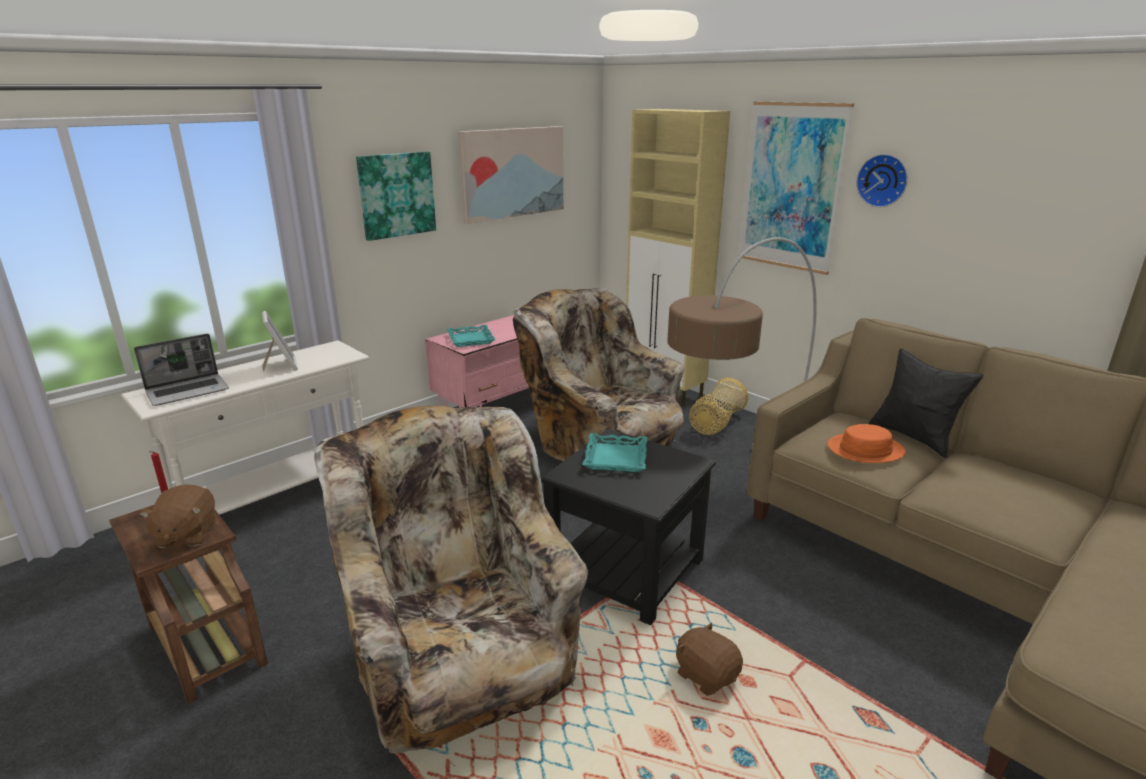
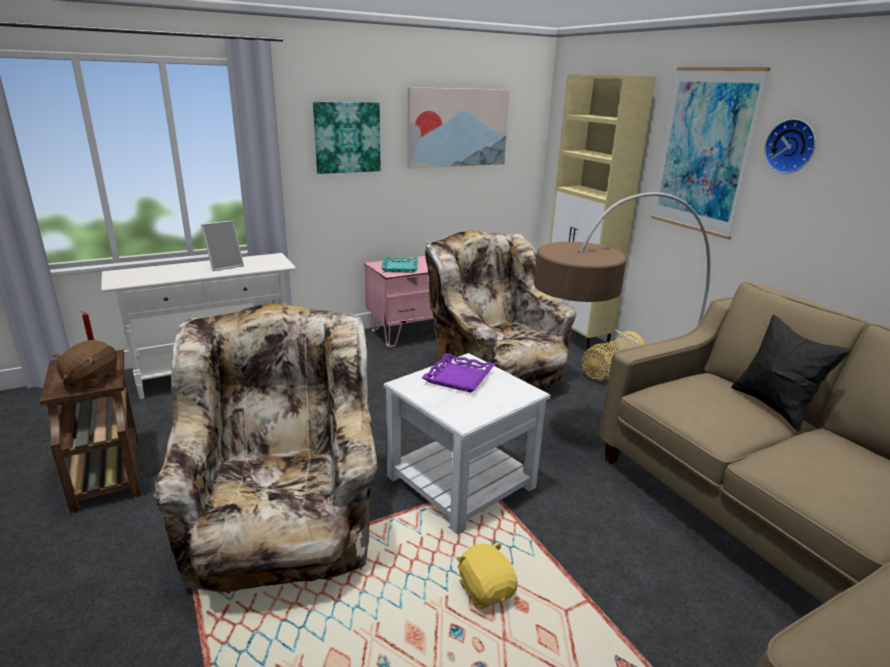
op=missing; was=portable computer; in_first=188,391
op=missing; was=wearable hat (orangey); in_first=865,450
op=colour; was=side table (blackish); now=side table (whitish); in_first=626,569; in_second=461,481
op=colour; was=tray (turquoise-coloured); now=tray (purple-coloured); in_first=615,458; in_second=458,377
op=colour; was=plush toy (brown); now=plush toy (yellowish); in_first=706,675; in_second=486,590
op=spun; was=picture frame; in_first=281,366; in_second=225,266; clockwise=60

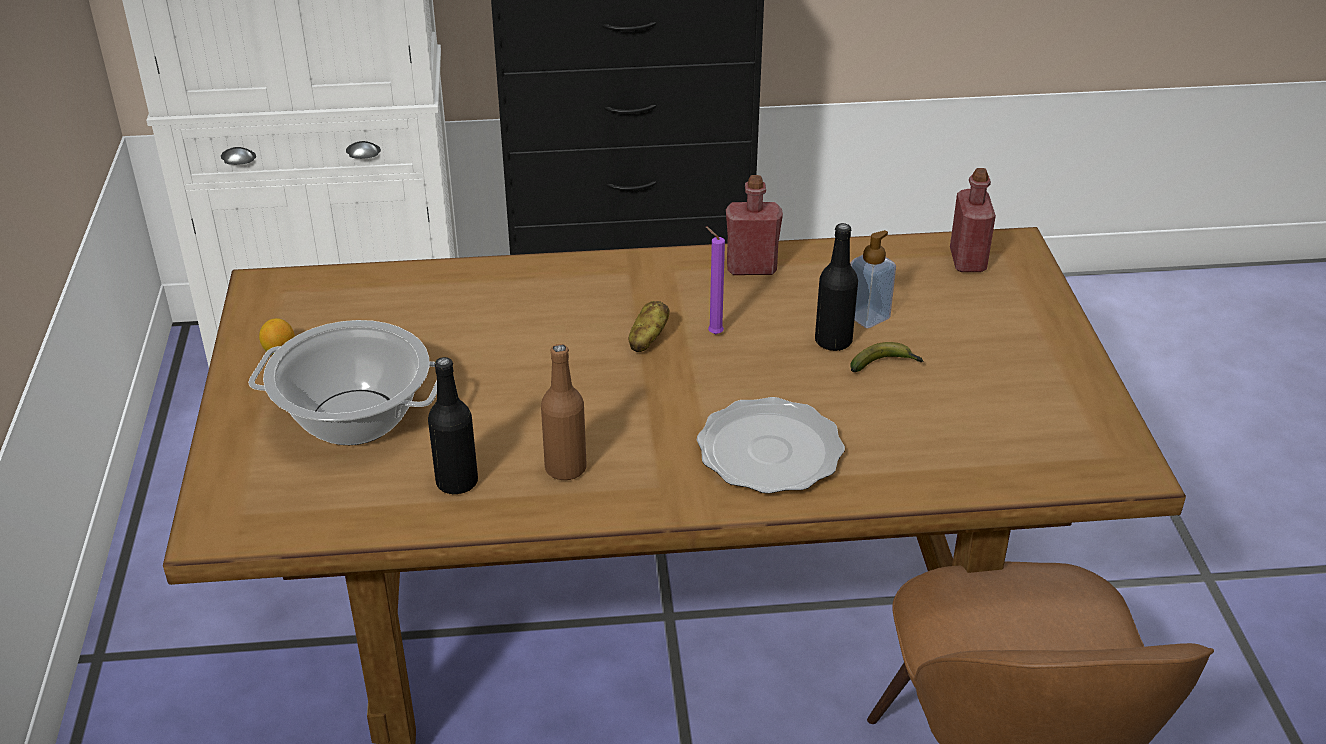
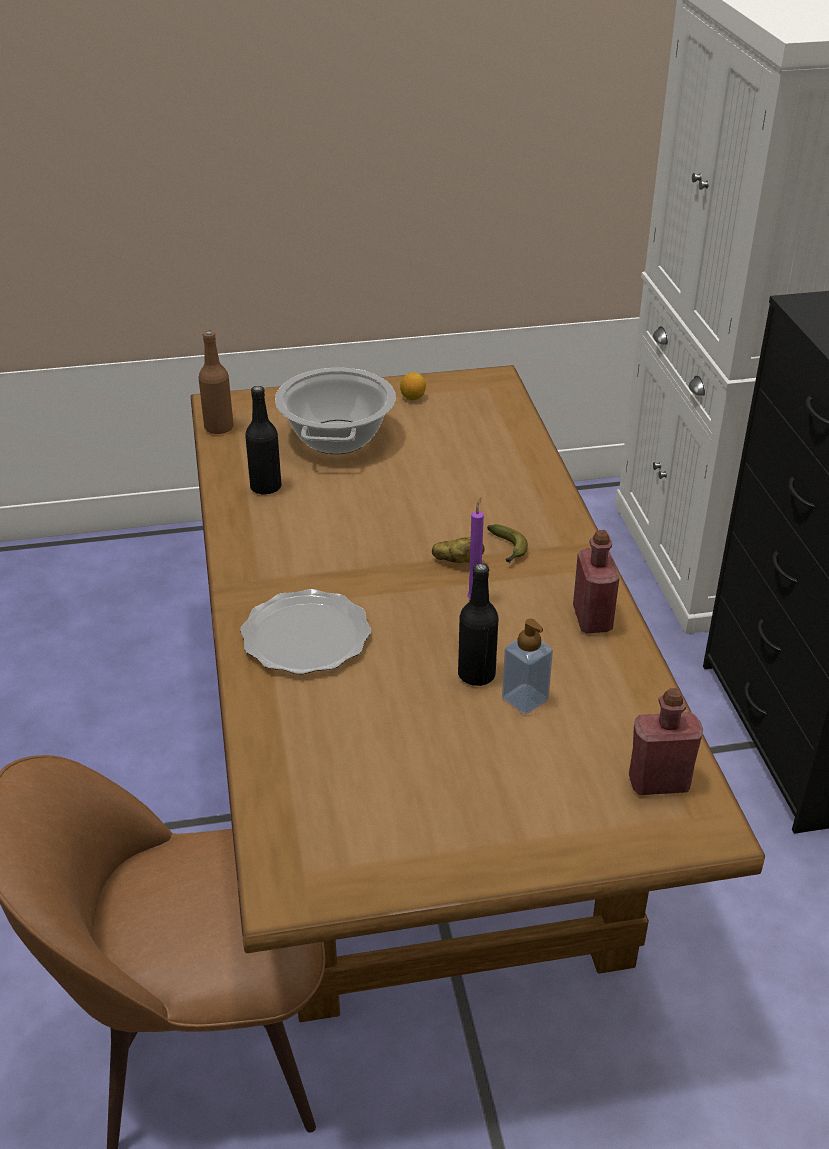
op=relocated; was=bottle (brown); in_first=565,468; in_second=219,428
op=relocated; was=whole banana; in_first=885,365; in_second=508,550

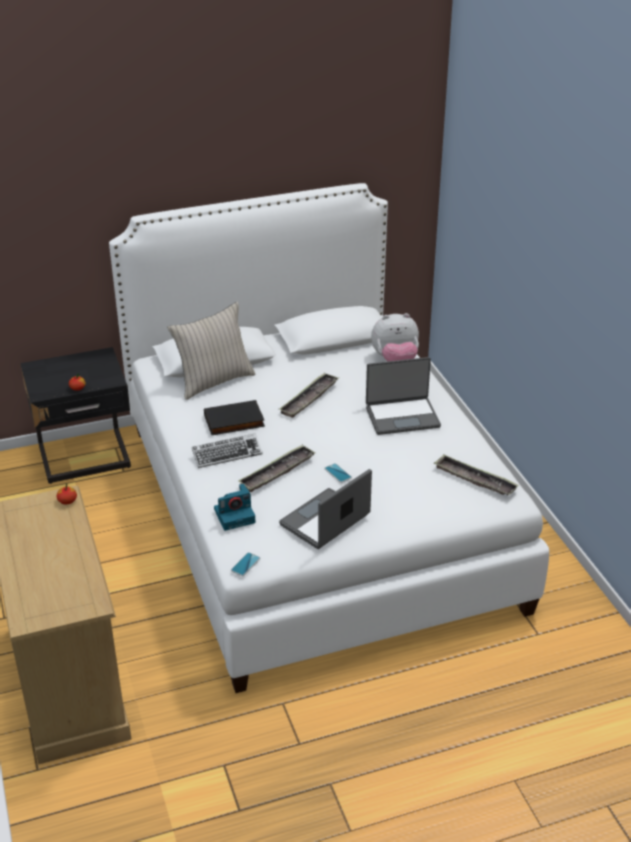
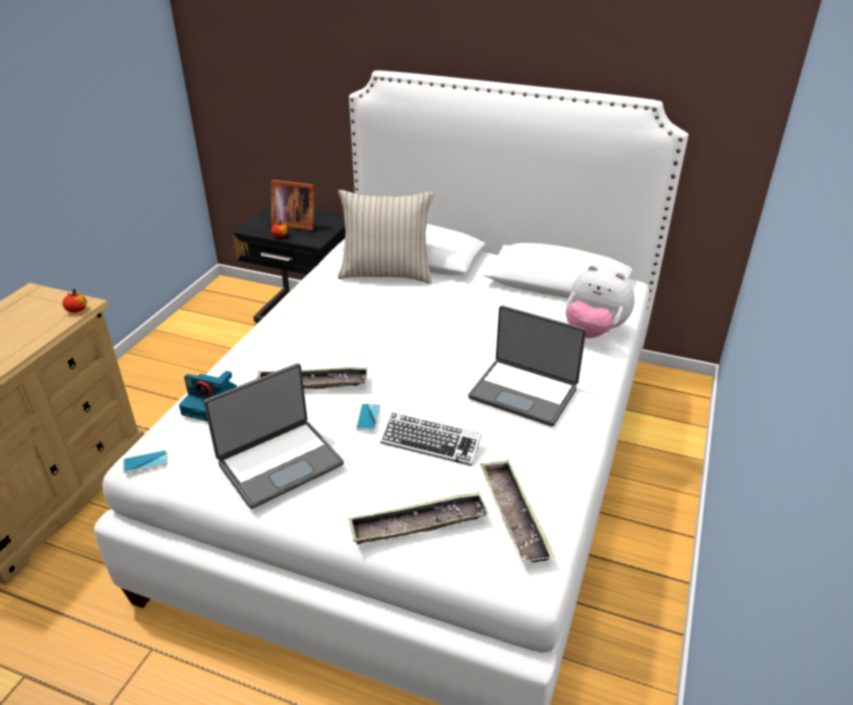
op=missing; was=book (blackish); in_first=234,422
op=appeared; now=picture frame; in_second=294,223
op=relocated; was=computer keyboard; in_first=227,454; in_second=431,443
op=relocated; was=tray; in_first=309,398; in_second=418,524
op=spun; was=portable computer; in_first=326,521; in_second=279,463; clockwise=150

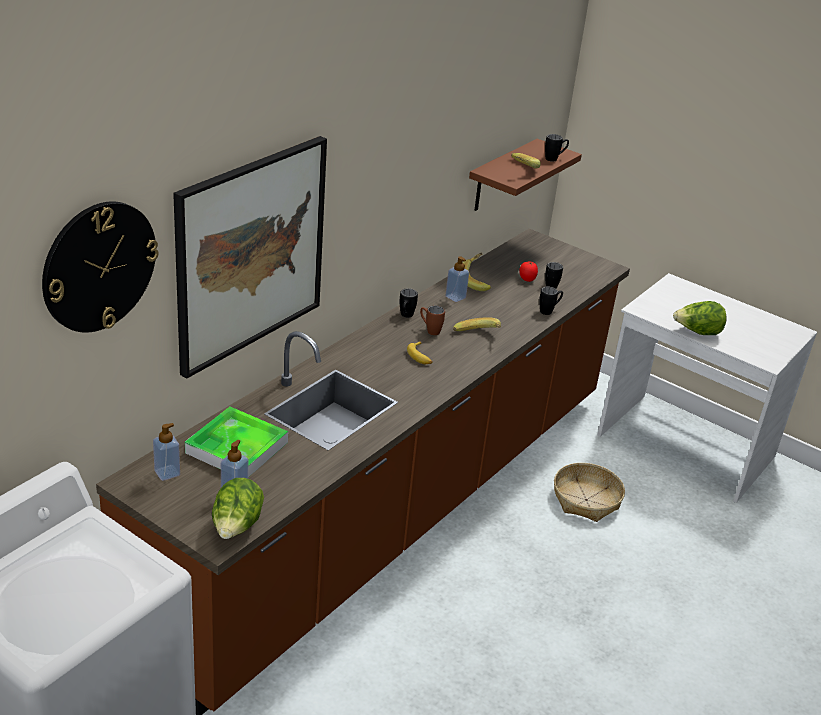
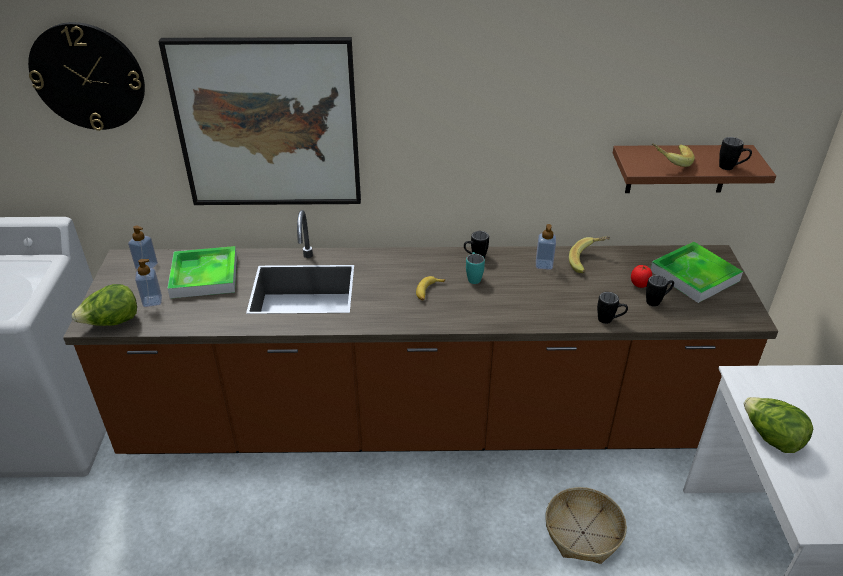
op=missing; was=whole banana; in_first=478,336
op=appeared; now=tray; in_second=694,276
op=colour; was=coffee mug (brown); now=coffee mug (turquoise-coloured); in_first=430,330; in_second=473,277

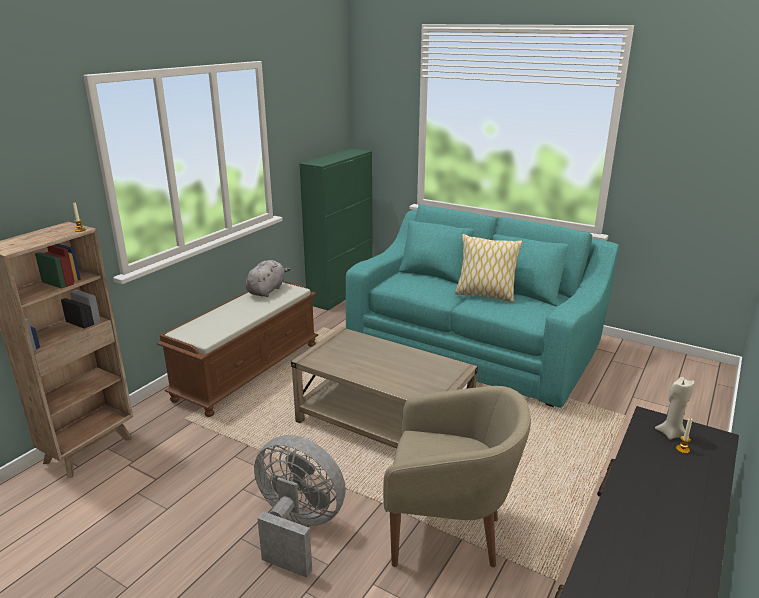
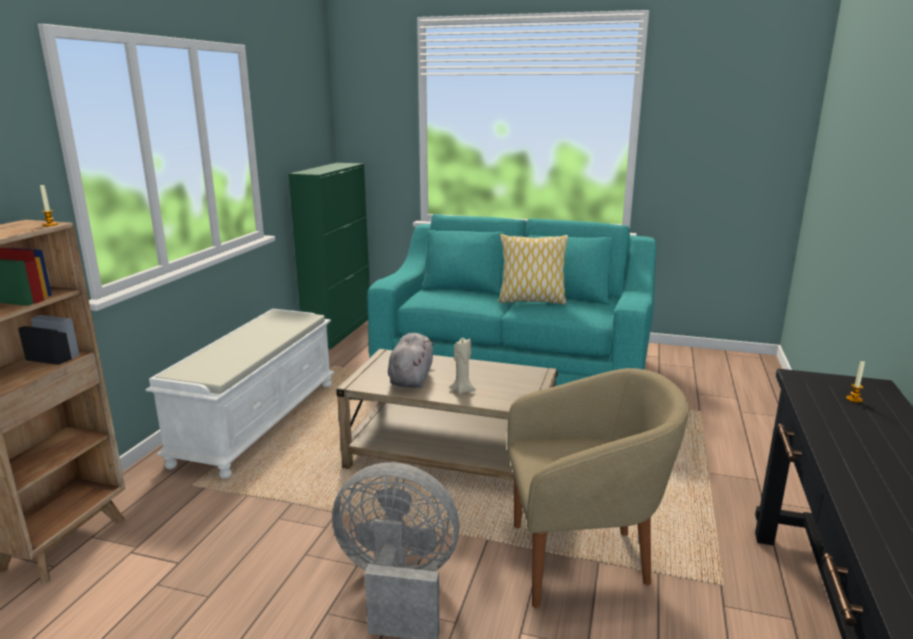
op=relocated; was=plush toy (greyish); in_first=267,290; in_second=411,378
op=relocated; was=wax light (beige-coloured); in_first=671,433; in_second=462,390
op=colour; was=indoor bench (brown); now=indoor bench (whitish); in_first=248,370; in_second=257,421

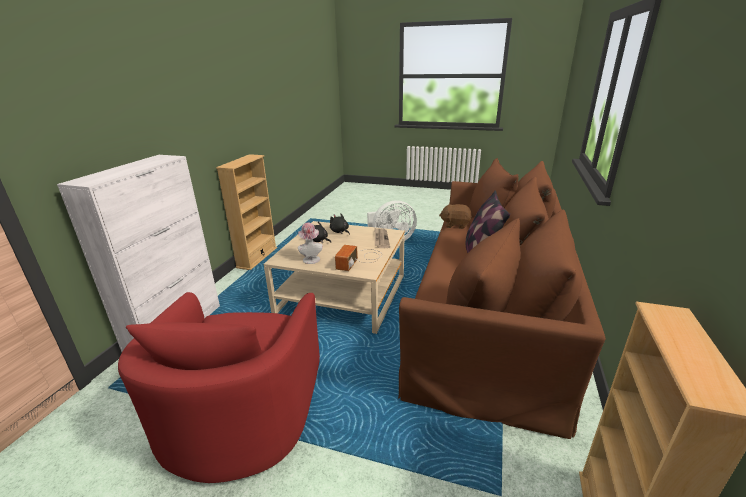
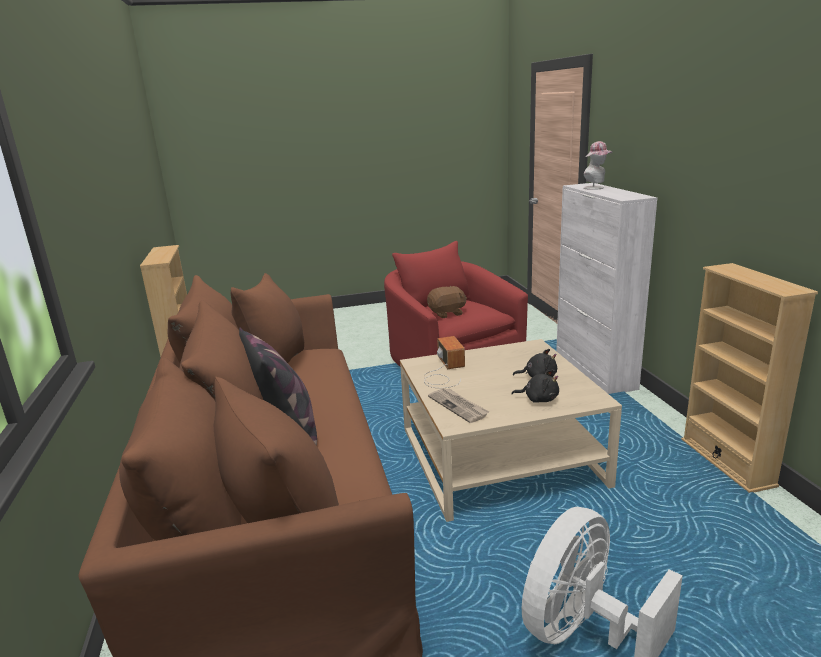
op=relocated; was=wearable hat; in_first=311,258; in_second=596,188
op=relocated; was=plush toy (brown); in_first=455,225; in_second=447,313

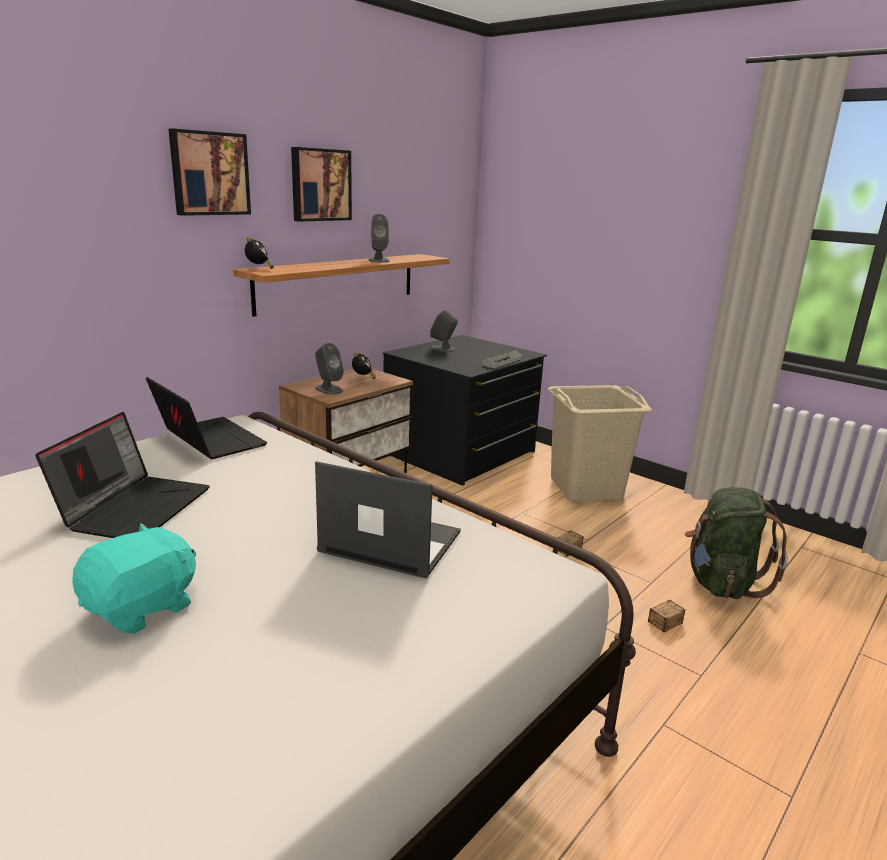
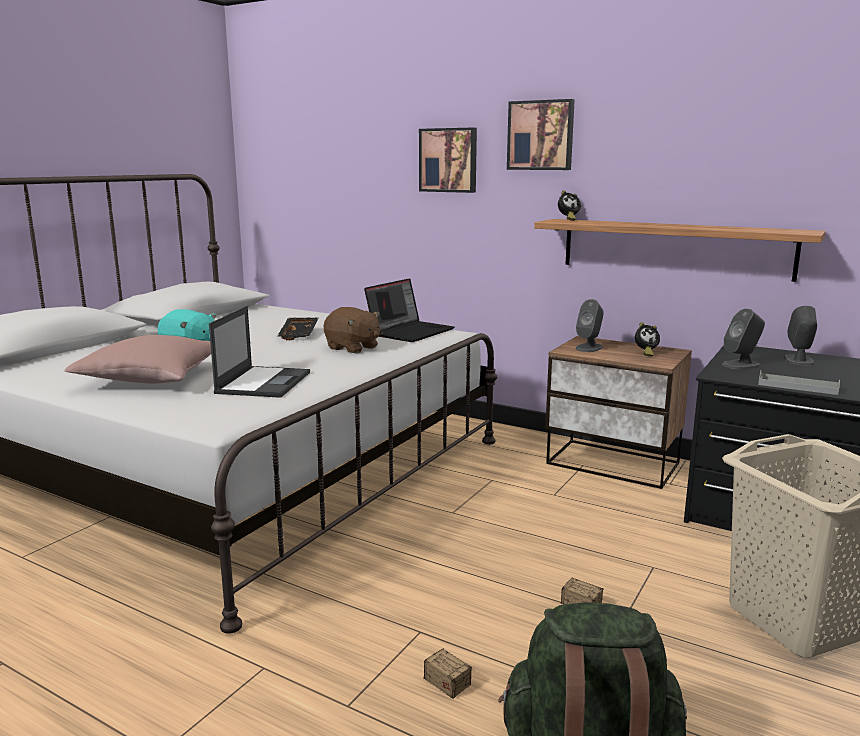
op=appeared; now=pillow (pink); in_second=150,378
op=appeared; now=plush toy (brown); in_second=353,348
op=relocated; was=wall picture; in_first=320,185; in_second=449,160
op=relocated; was=audio speaker (greyish); in_first=379,260; in_second=741,365
op=exchanged; was=portable computer; now=tray (blackish); in_first=135,507; in_second=300,334

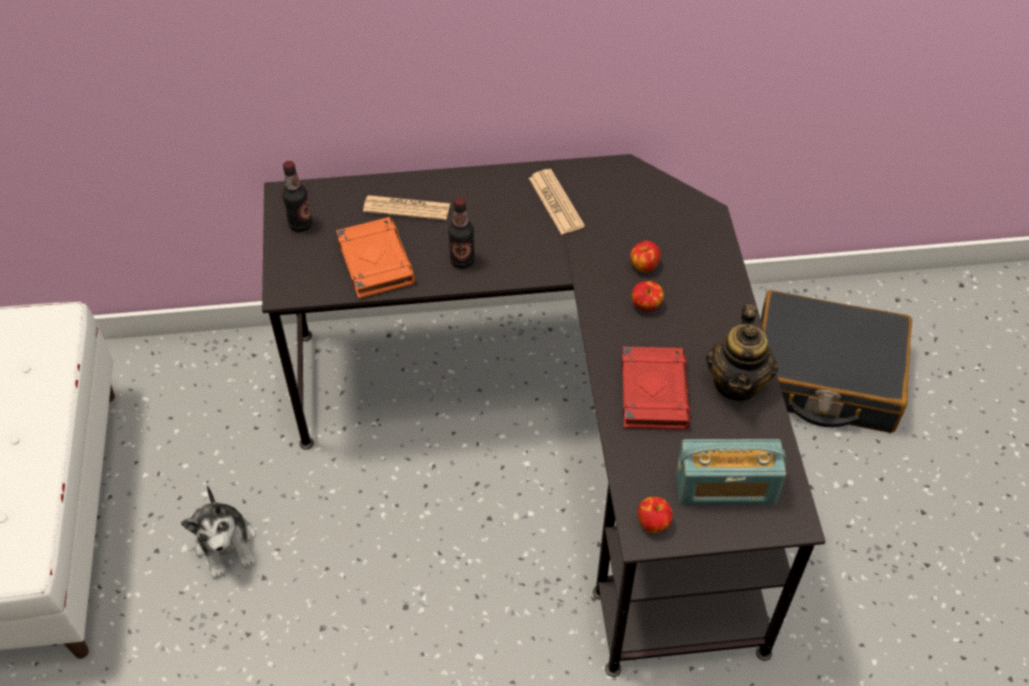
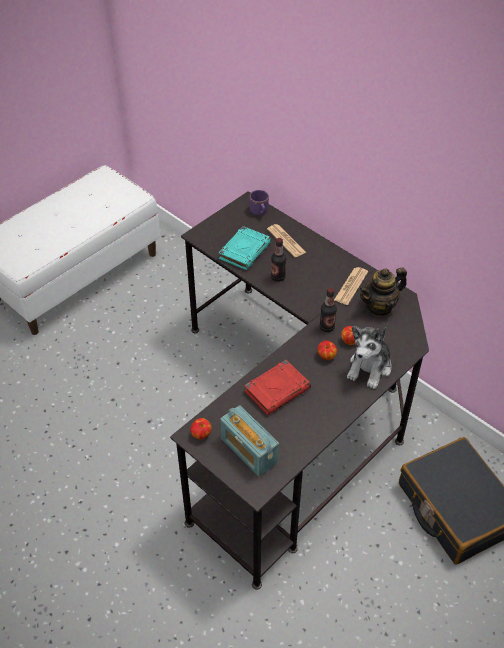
op=appeared; now=coffee mug (purple-coloured); in_second=259,212
op=relocated; was=plush toy; in_first=227,544; in_second=369,367
op=relocated; was=bottle; in_first=300,224; in_second=326,327
op=relocated; was=teapot; in_first=737,383; in_second=379,307
op=colour; was=book (orangey); now=book (turquoise-coloured); in_first=375,261; in_second=245,250

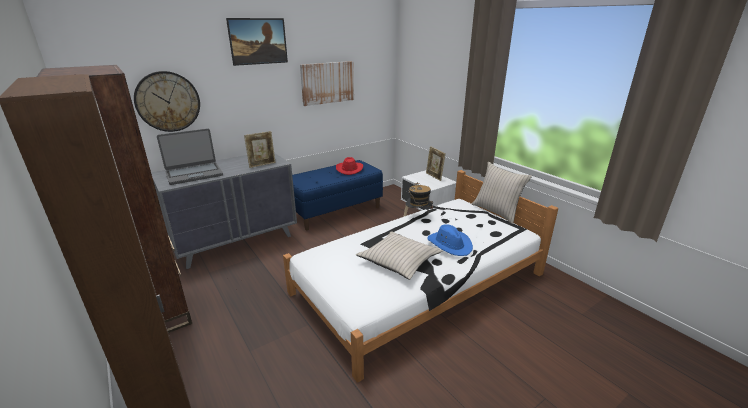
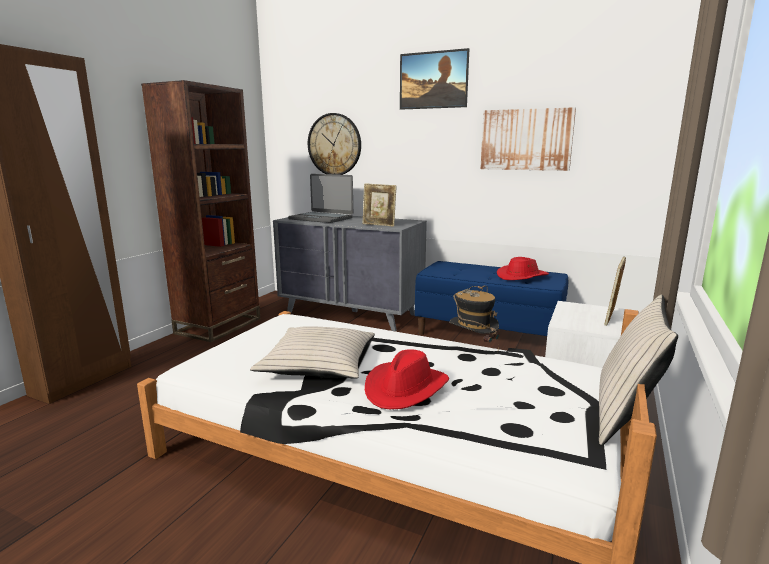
op=colour; was=wearable hat (blue); now=wearable hat (reddish); in_first=450,244; in_second=406,388

